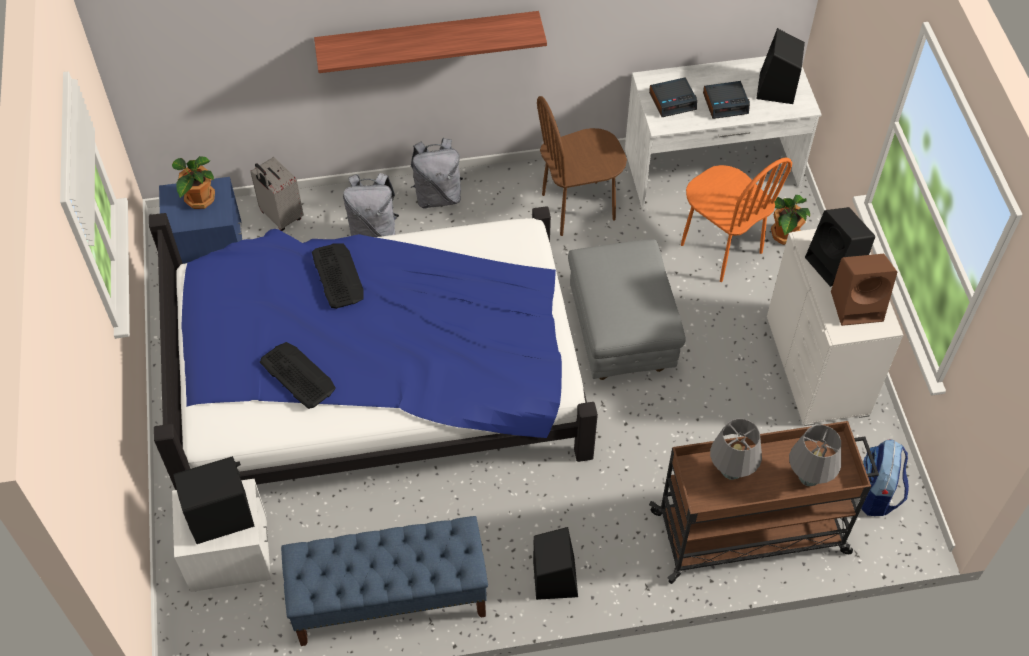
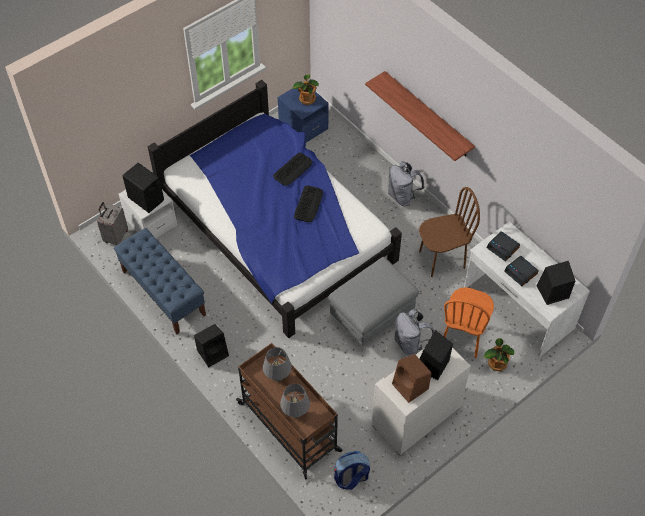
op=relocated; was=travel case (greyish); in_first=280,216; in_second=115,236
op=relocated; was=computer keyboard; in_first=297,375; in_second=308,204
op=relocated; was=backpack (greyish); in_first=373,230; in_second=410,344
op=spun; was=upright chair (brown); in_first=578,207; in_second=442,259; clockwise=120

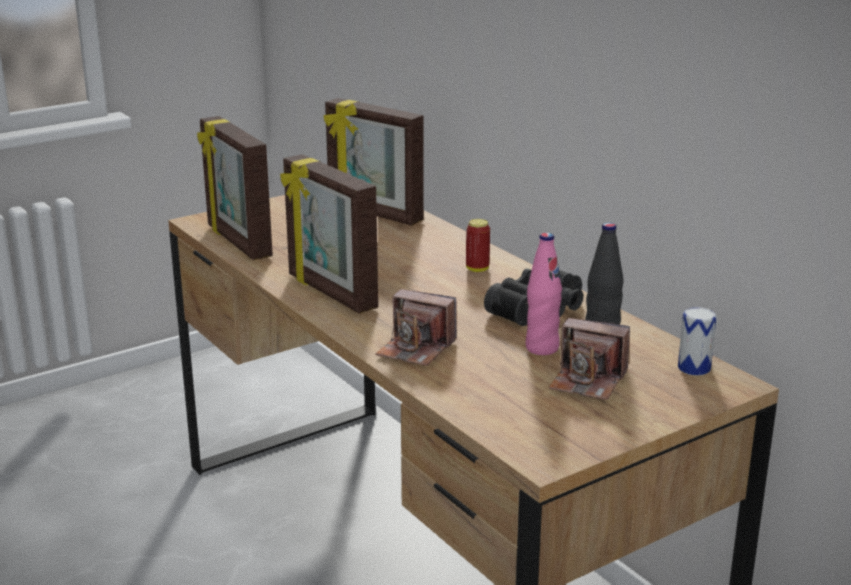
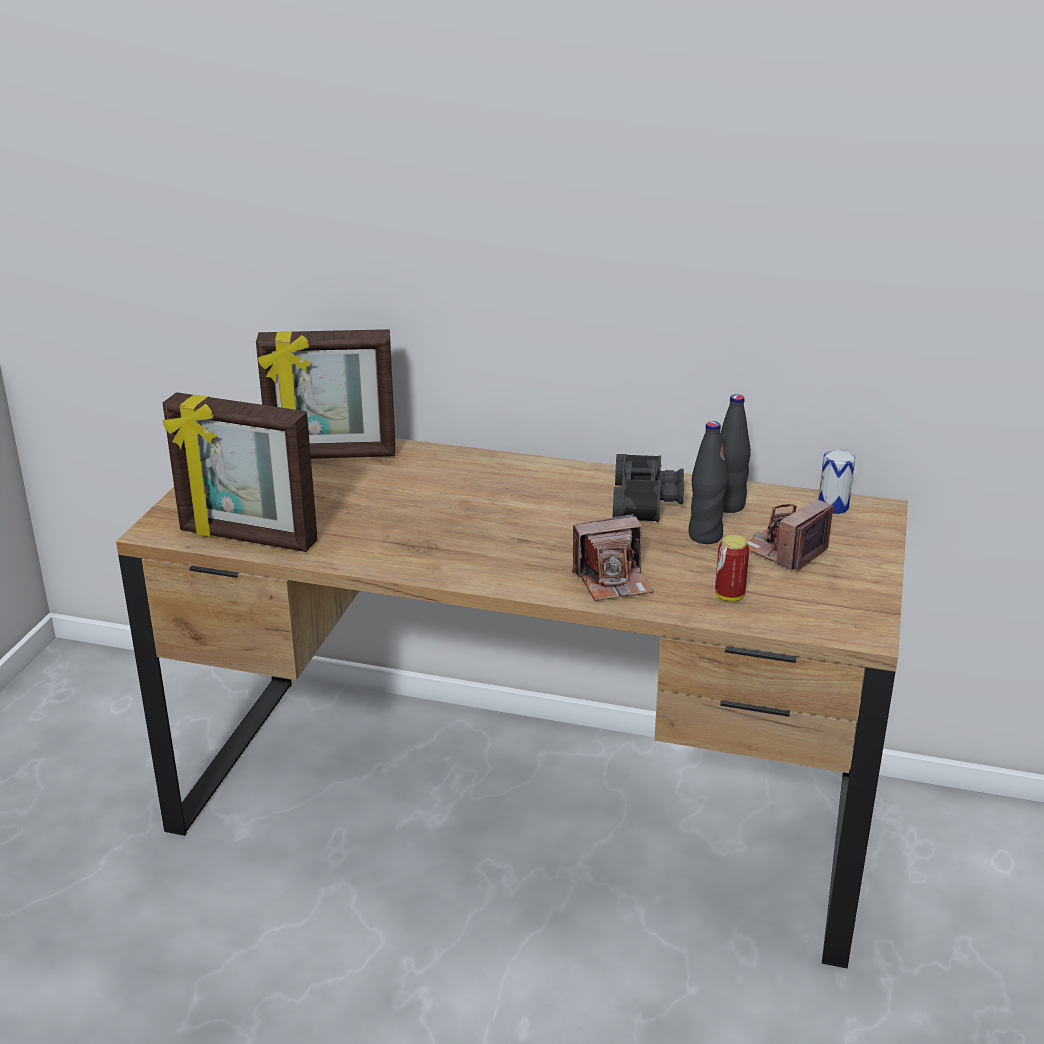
op=missing; was=picture frame; in_first=330,292
op=relocated; was=sealed can; in_first=477,269; in_second=729,596
op=colour; was=bottle (pink); now=bottle (blackish); in_first=542,348; in_second=705,536
op=spun; was=photo camera; in_first=588,381; in_second=784,551; clockwise=150

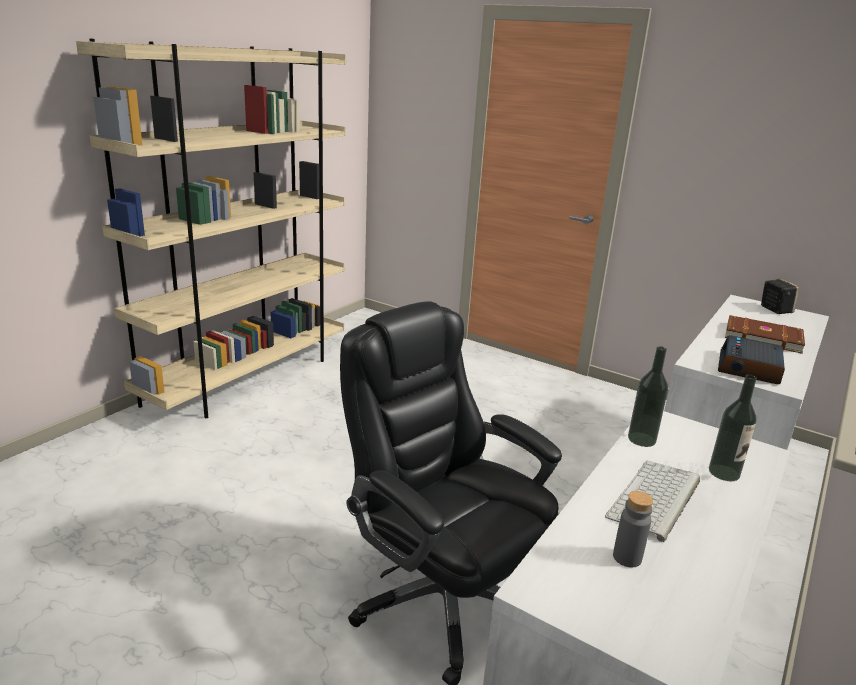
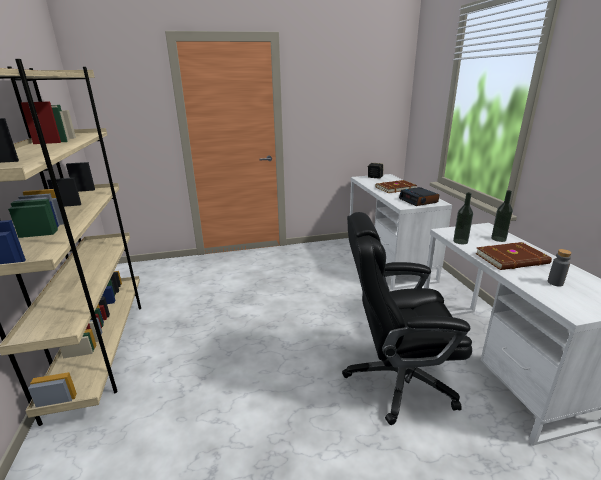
op=exchanged; was=computer keyboard; now=book (brown); in_first=655,500; in_second=512,259

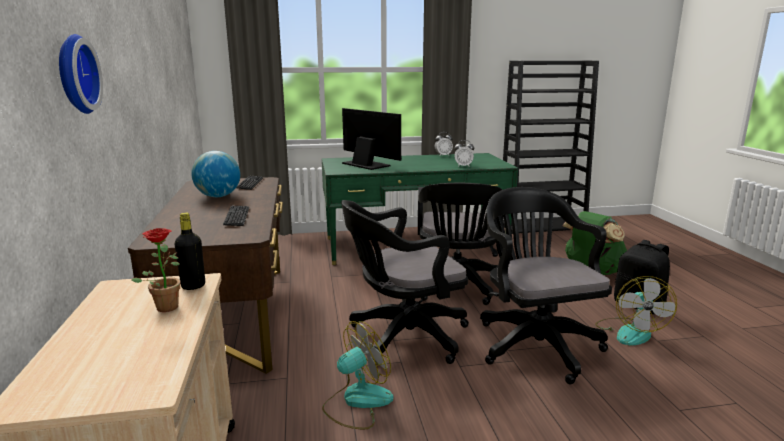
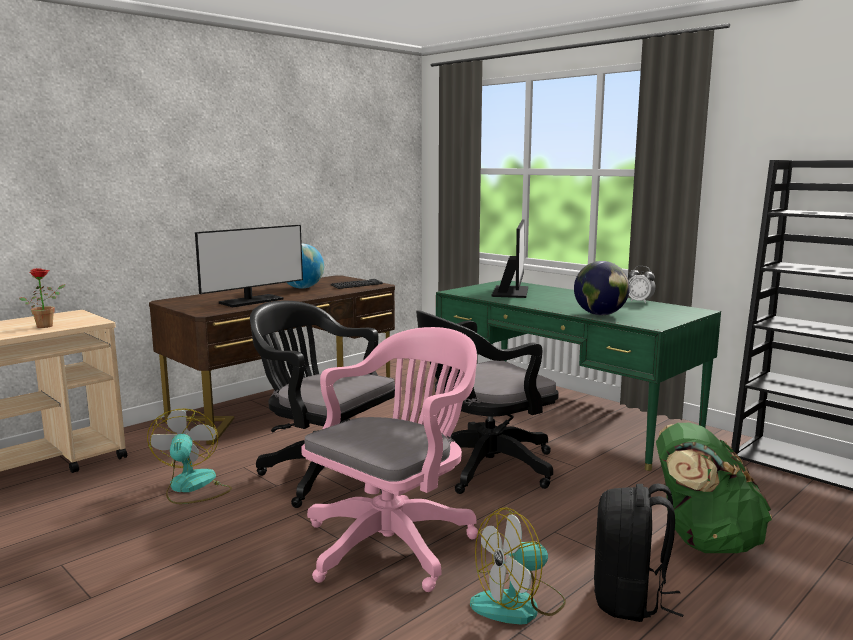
op=missing; was=clock on the wall; in_first=73,74
op=missing; was=bottle (blackish); in_first=193,286
op=exchanged; was=computer keyboard; now=computer display; in_first=237,217; in_second=251,301
op=exchanged; was=table clock; now=world globe; in_first=463,166; in_second=600,314
op=colour; was=computer chair (blackish); now=computer chair (pink); in_first=534,343; in_second=395,542
op=spun; was=electric fan; in_first=357,402; in_second=192,487; clockwise=-120

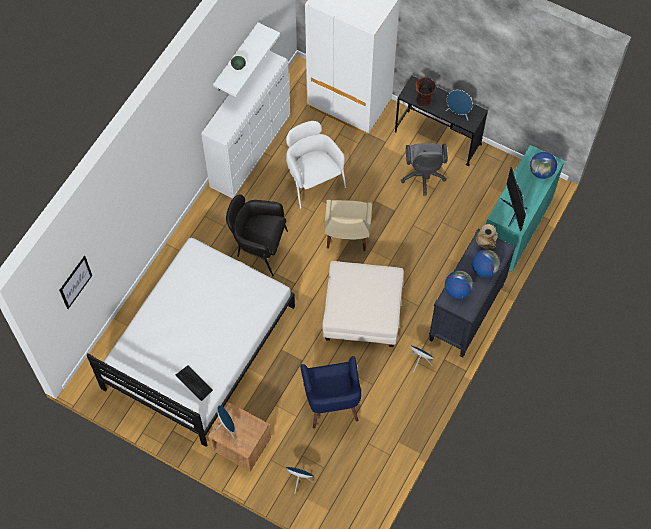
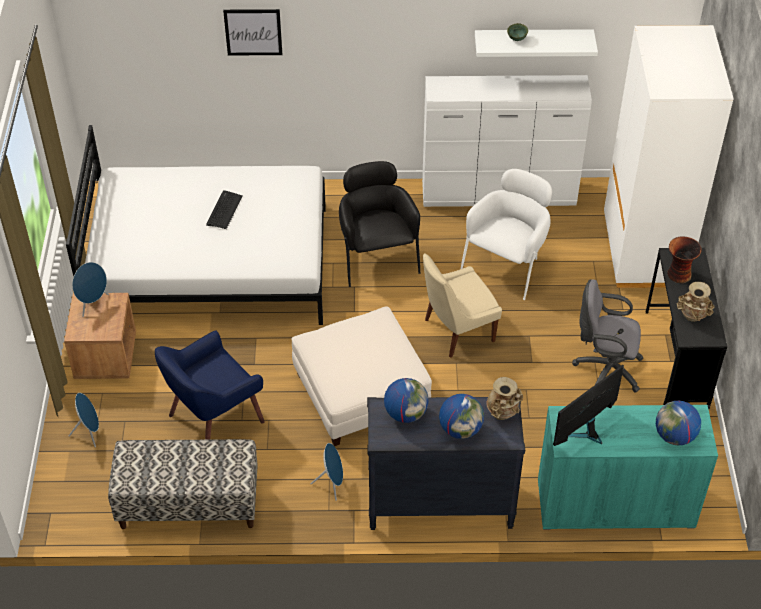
op=appeared; now=indoor bench; in_second=188,504
op=relocated; was=wall picture; in_first=75,282; in_second=253,32
op=relocated; was=computer keyboard; in_first=194,383; in_second=224,210
op=exchanged; was=audio speaker (blue); now=flower vase (beige-coloured); in_first=458,113; in_second=692,317
op=spun; was=computer chair (greyish); in_first=423,177; in_second=604,369; clockwise=45

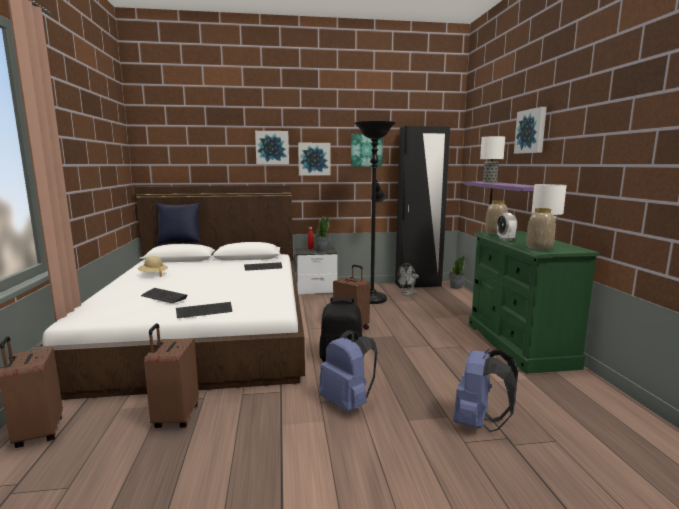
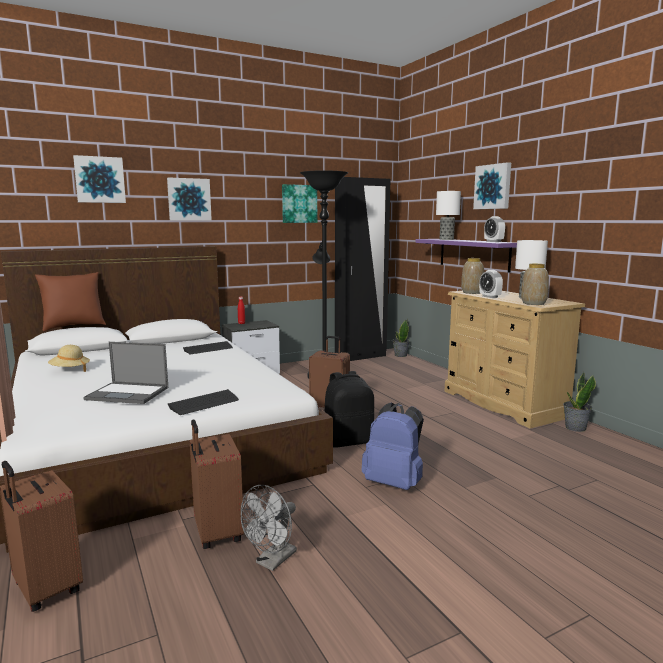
op=missing; was=backpack (blue); in_first=478,423
op=appeared; now=table clock; in_second=493,241
op=relocated; was=wall picture; in_first=314,159; in_second=99,180
op=relocated; was=plant in a pot; in_first=321,250; in_second=575,428
op=relocated; was=electric fan (greyish); in_first=408,294; in_second=272,561
op=exchanged; was=computer keyboard; now=portable computer; in_first=164,297; in_second=128,393
op=colour; was=pillow (blue); now=pillow (brown); in_first=179,243; in_second=73,326
op=colour; was=chest of drawers (greenish); now=chest of drawers (beige-coloured); in_first=518,344; in_second=503,403

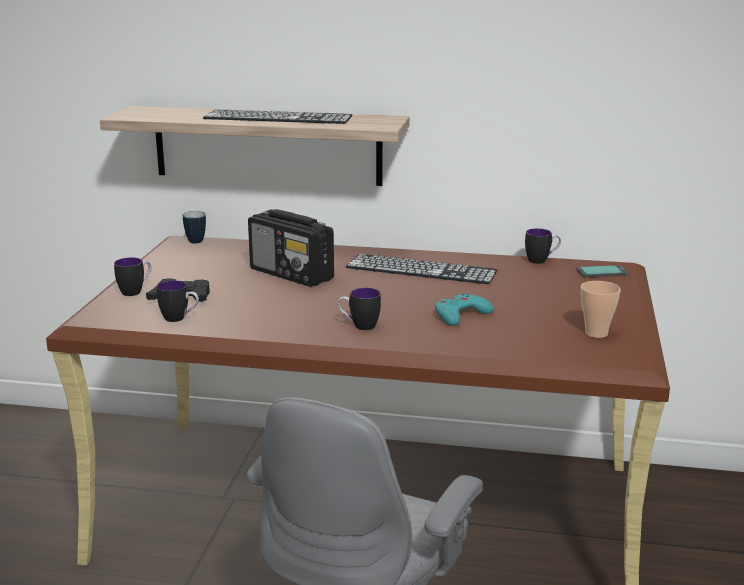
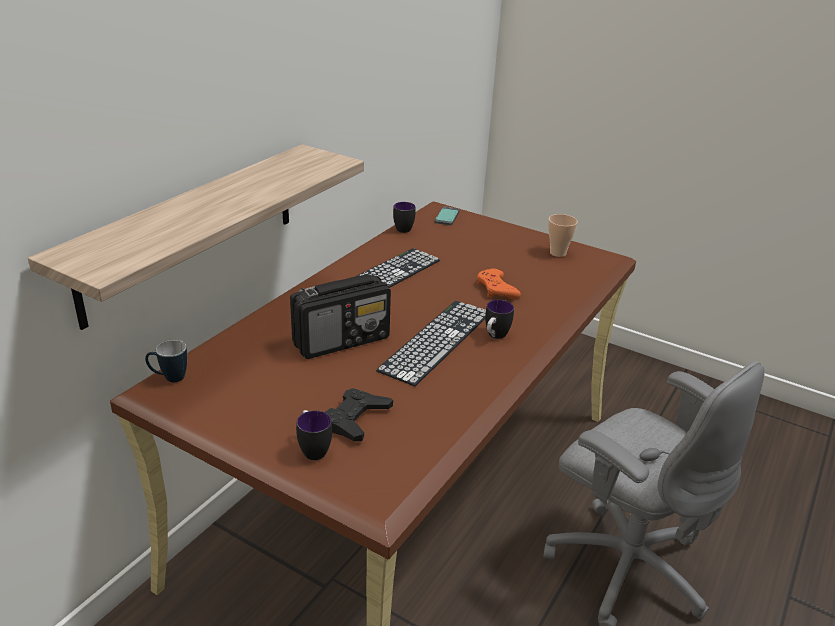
op=missing; was=coffee mug; in_first=179,319
op=relocated; was=computer keyboard; in_first=278,117; in_second=436,340
op=colour; was=gamepad (turquoise-coloured); now=gamepad (orangey); in_first=460,315; in_second=496,289

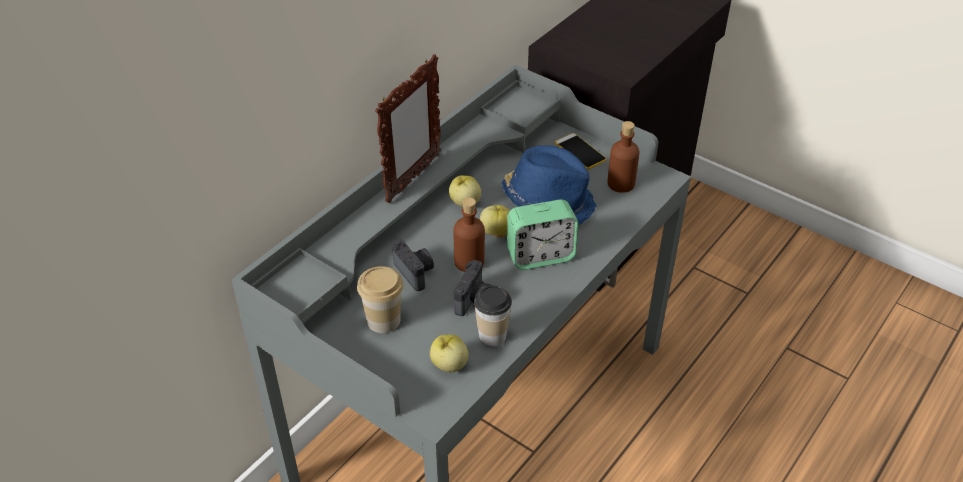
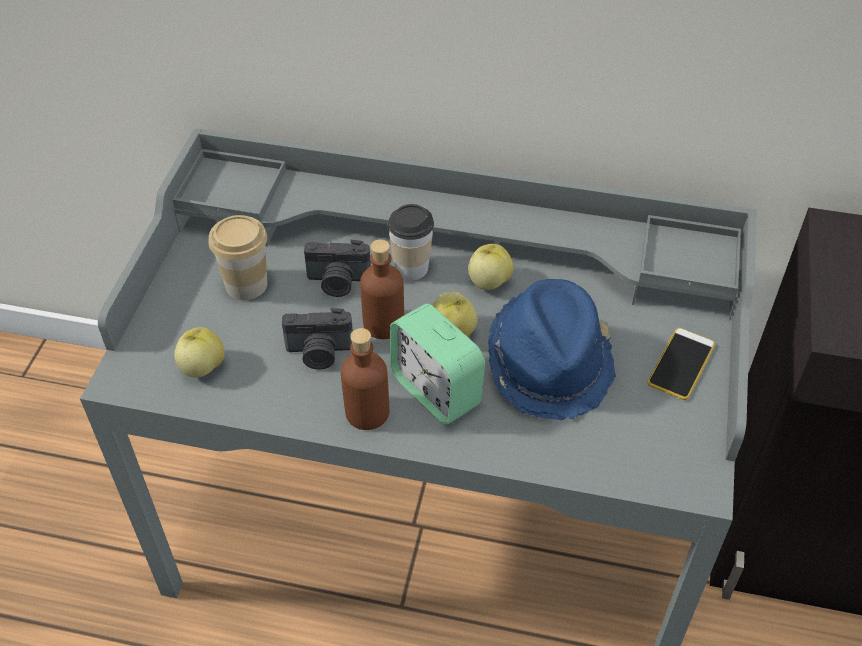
op=missing; was=picture frame; in_first=412,178
op=relocated; was=small cup; in_first=492,335; in_second=411,268
op=relocated; was=bottle (brown); in_first=621,183; in_second=367,412
op=spun; was=photo camera; in_first=415,272; in_second=338,282; clockwise=60

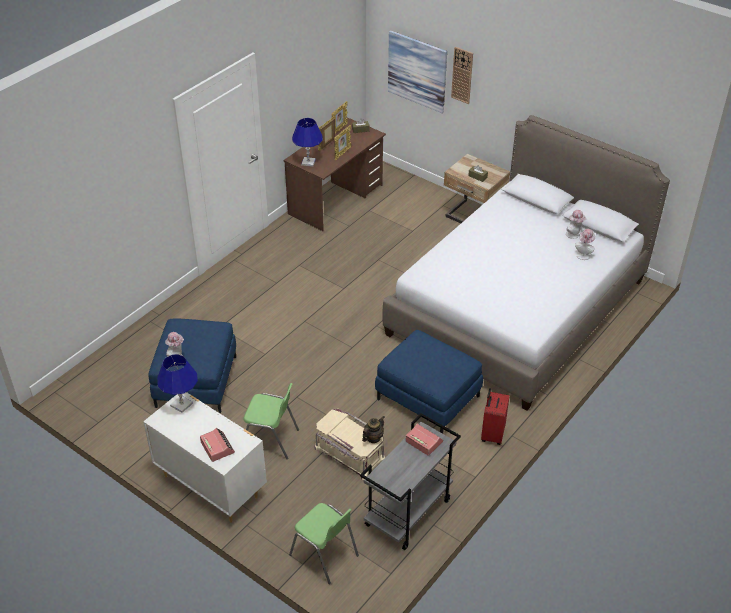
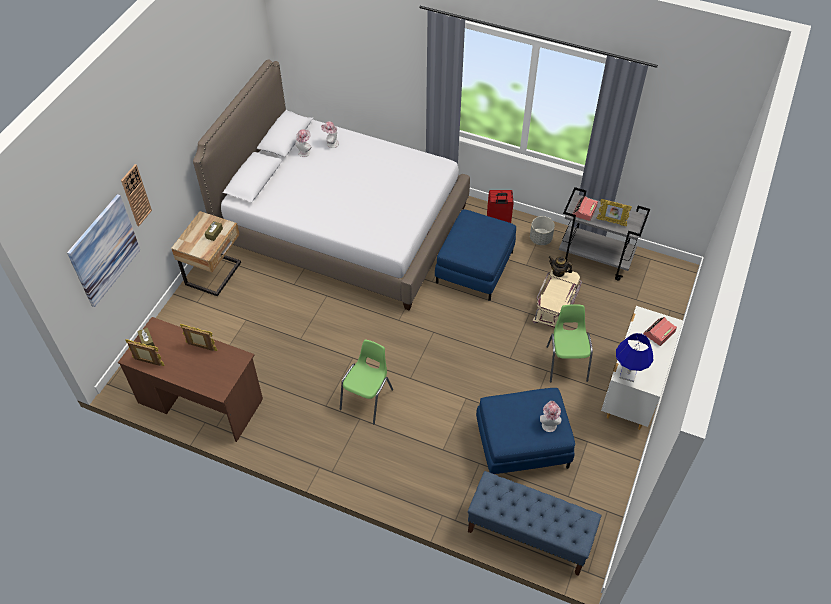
op=missing; was=table lamp (blue); in_first=308,162
op=appeared; now=indoor bench (blue); in_second=528,534
op=appeared; now=flower pot (greyish); in_second=540,239
op=relocated; was=upright chair (greenish); in_first=324,555; in_second=367,399
op=relocated; was=picture frame; in_first=327,145; in_second=611,222

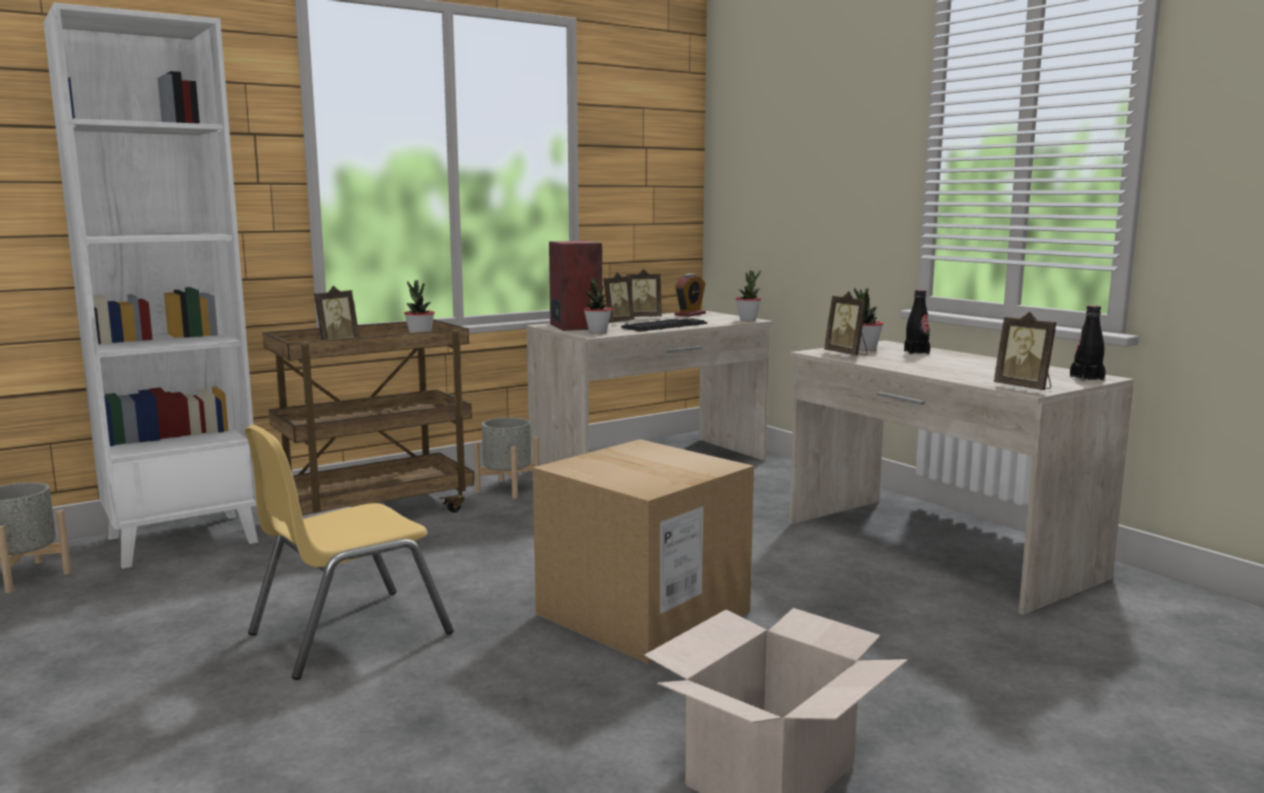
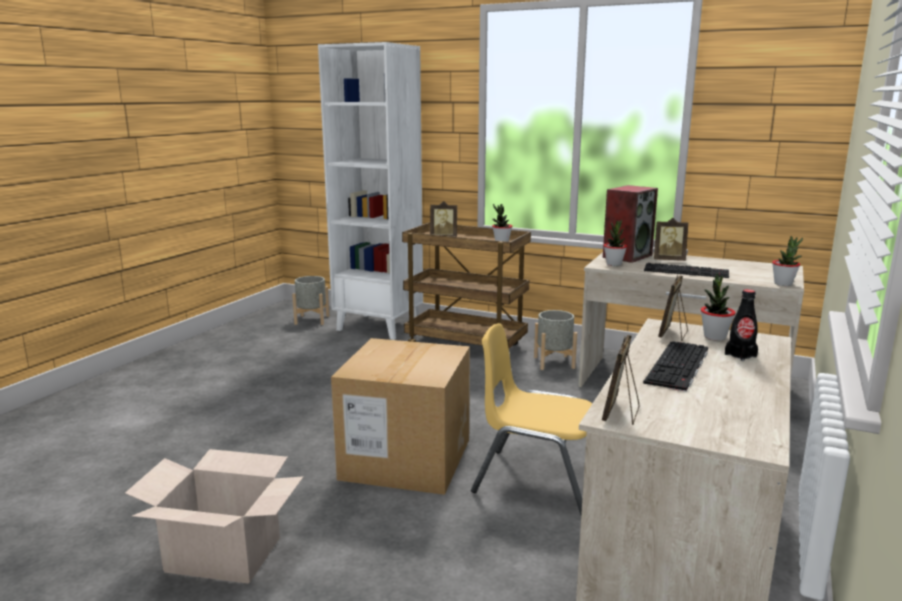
op=missing; was=picture frame; in_first=643,317
op=missing; was=table clock; in_first=690,314
op=missing; was=bottle (blackish); in_first=1086,378
op=appeared; now=computer keyboard; in_second=679,366
op=relocated; was=upright chair (yellowish); in_first=348,633; in_second=537,480

